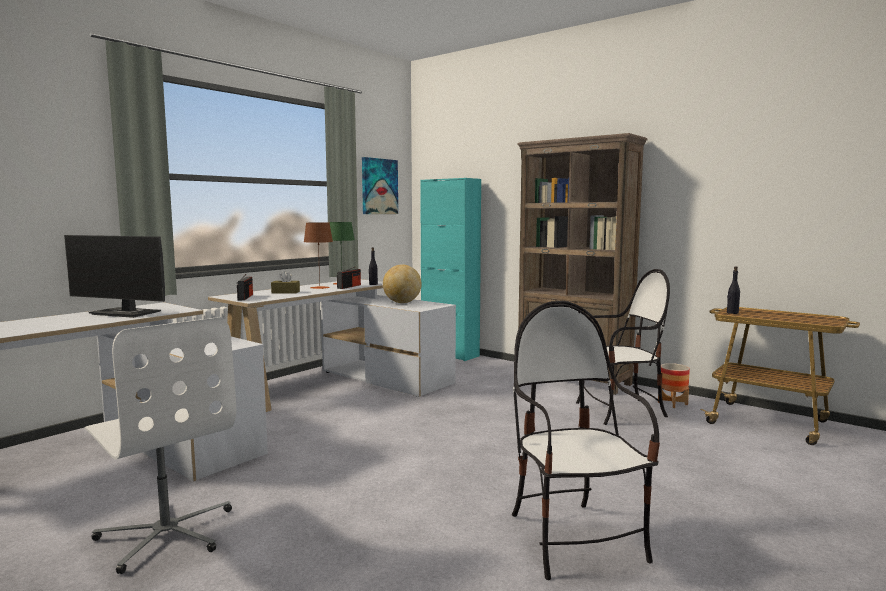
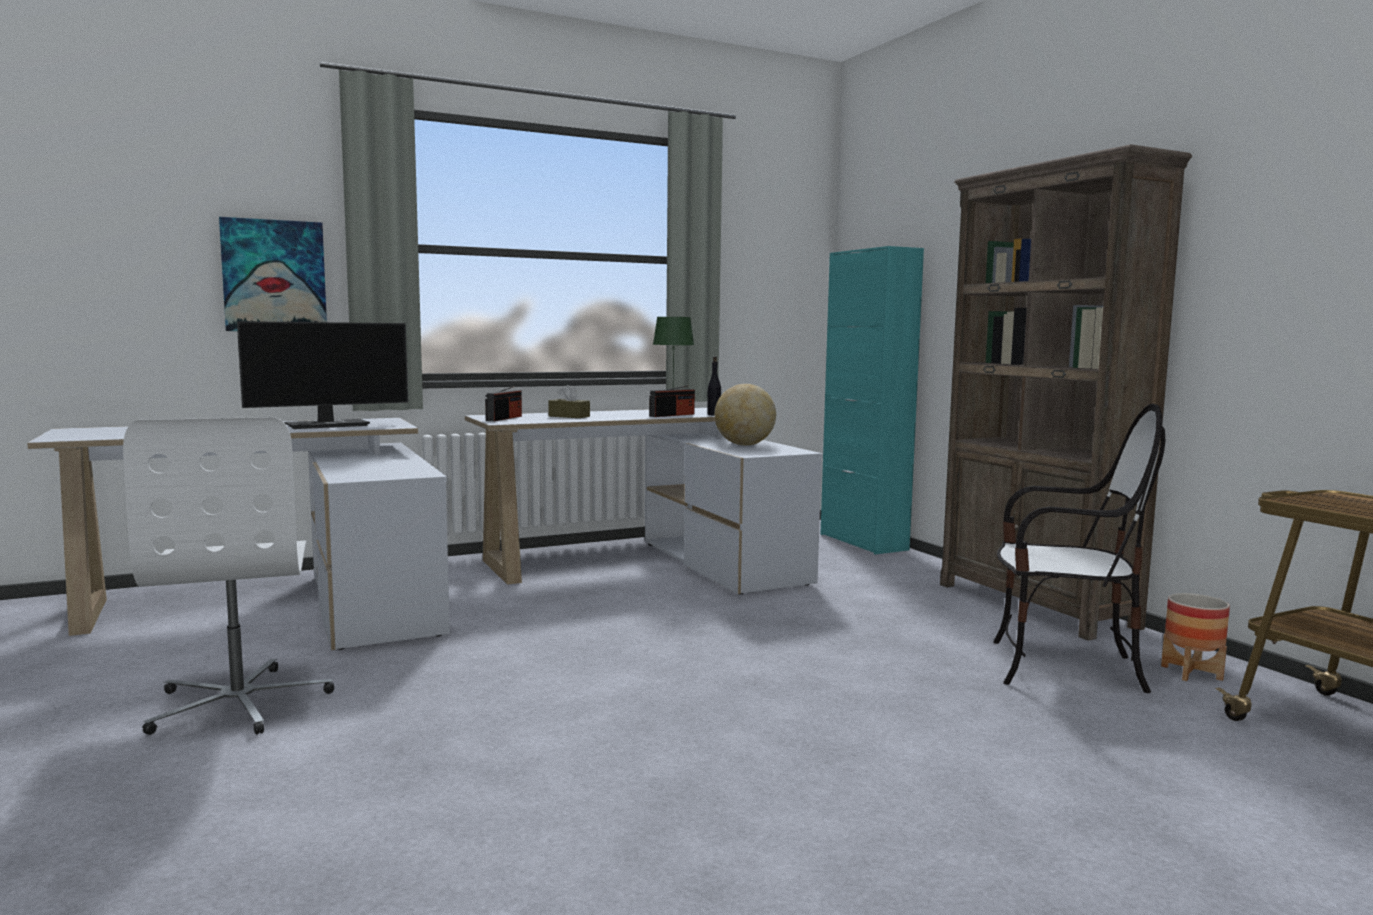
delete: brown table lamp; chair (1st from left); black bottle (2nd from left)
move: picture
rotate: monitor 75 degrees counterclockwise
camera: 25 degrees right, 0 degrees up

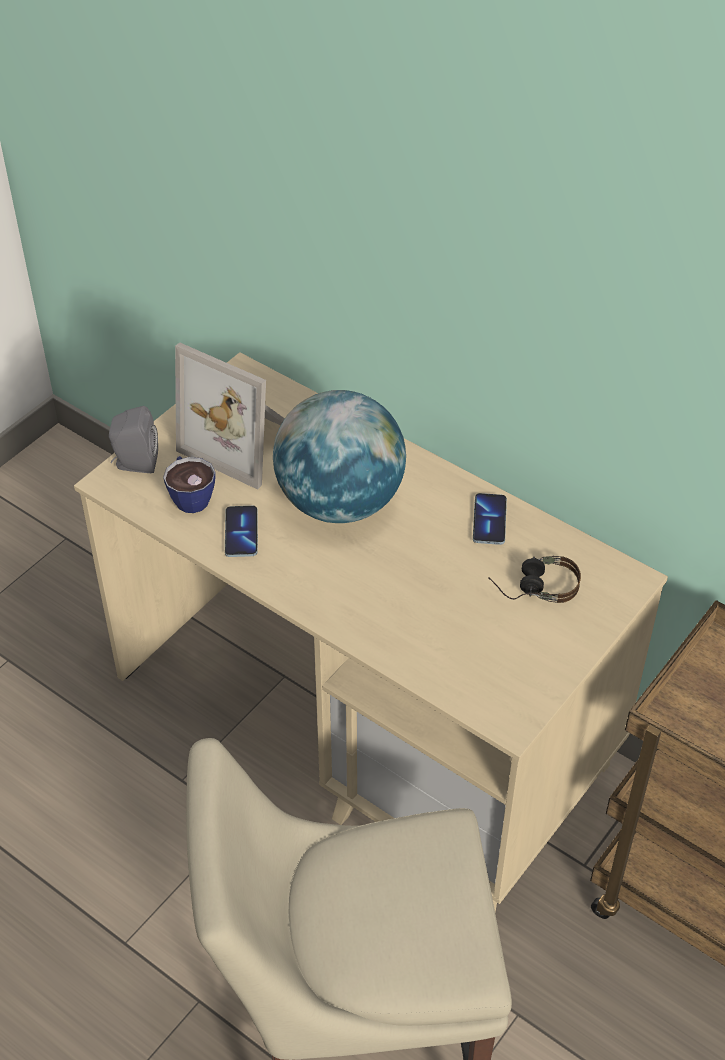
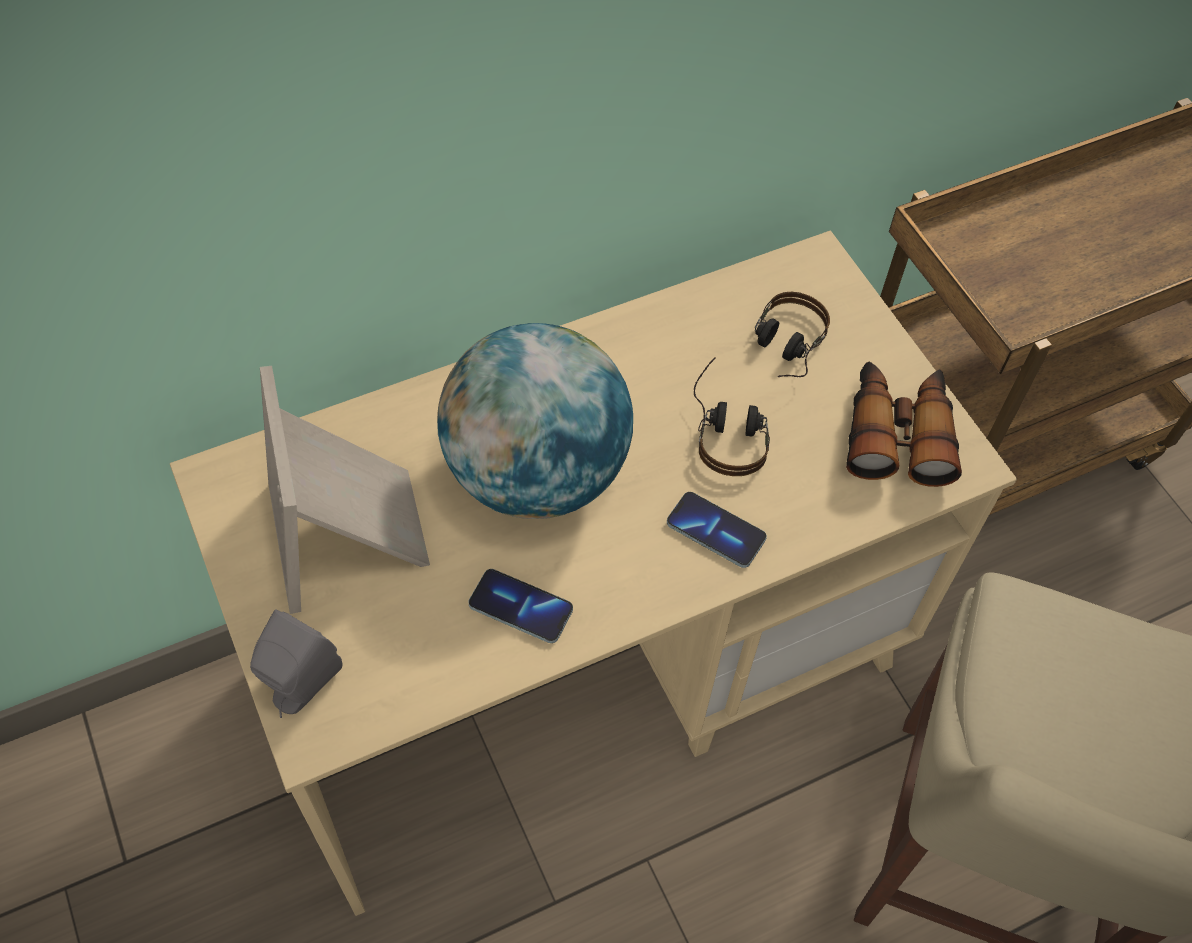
delete: cup
insert: headphones (1st from left); binoculars
move: phone (2nd from left)
rotate: picture frame 105 degrees clockwise
camera: 65 degrees left, 10 degrees up

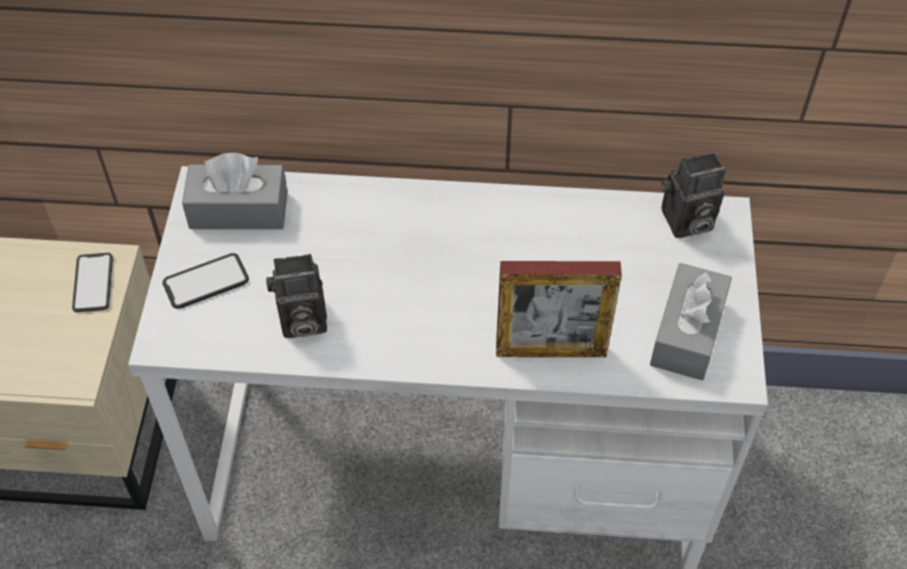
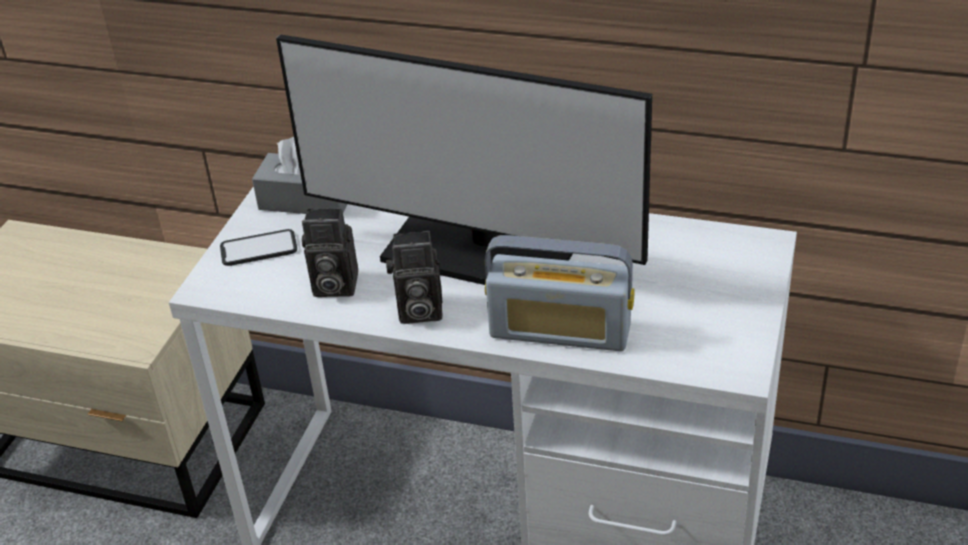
delete: phone (1st from left); grey tissue box (2nd from left)
insert: monitor
move: photo camera (2nd from left)
replace: picture frame to radio
camera: 15 degrees right, 15 degrees down

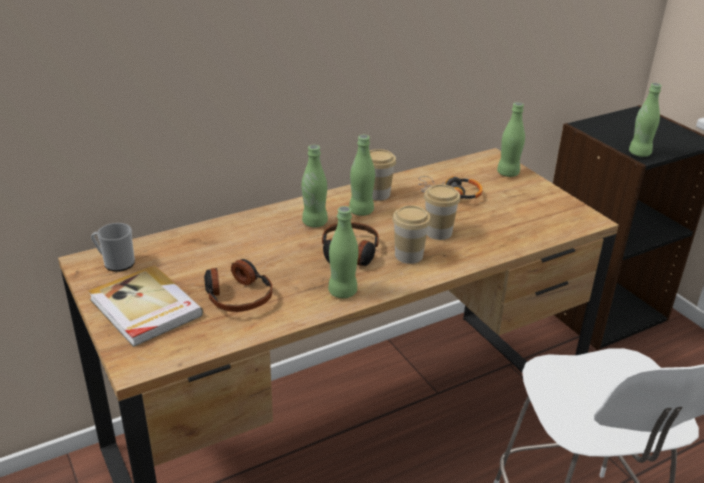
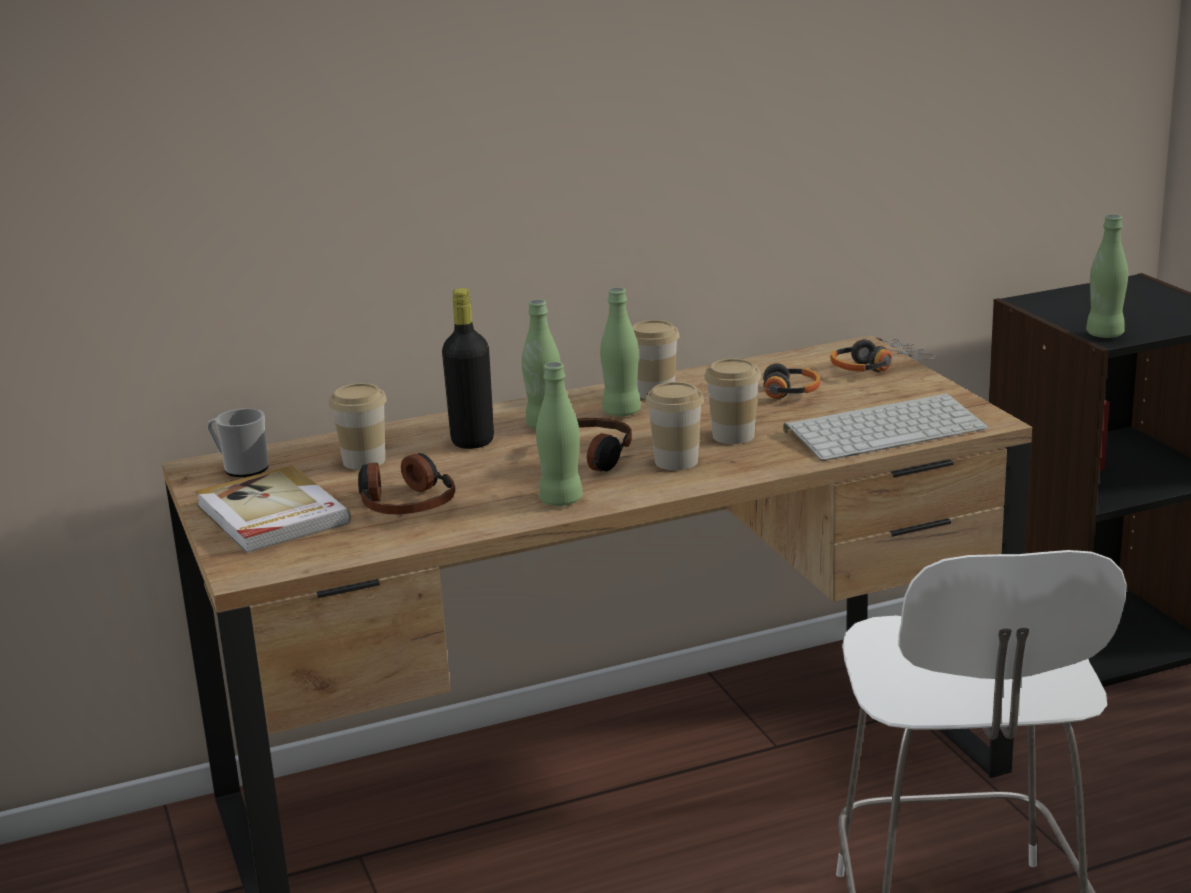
insert: cup (1st from left); black bottle; keyboard
replace: green bottle (4th from left) to headphones (4th from left)
camera: 10 degrees right, 10 degrees down

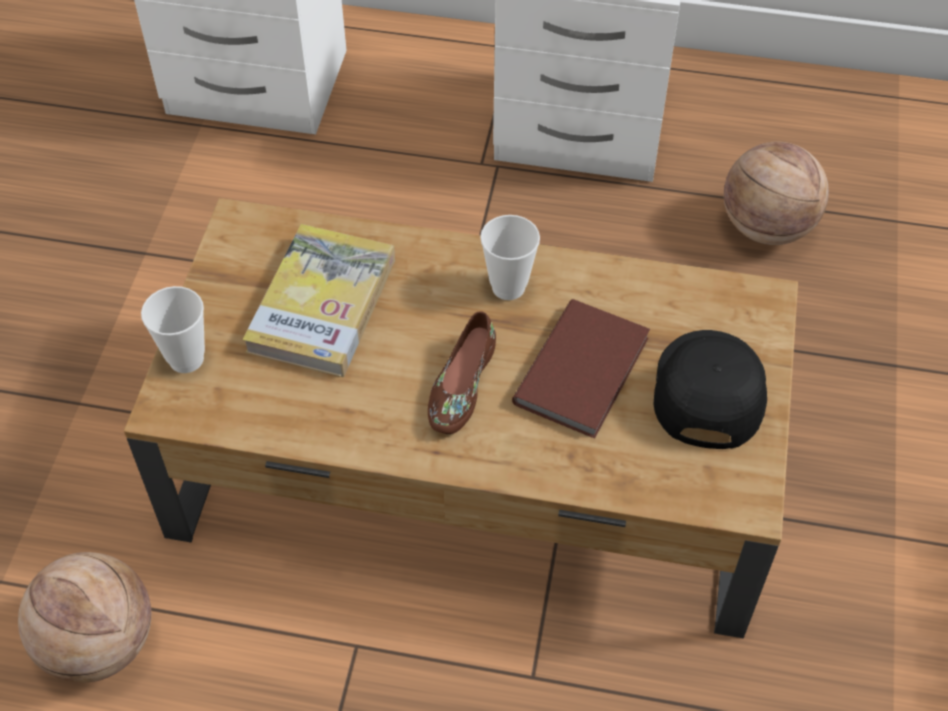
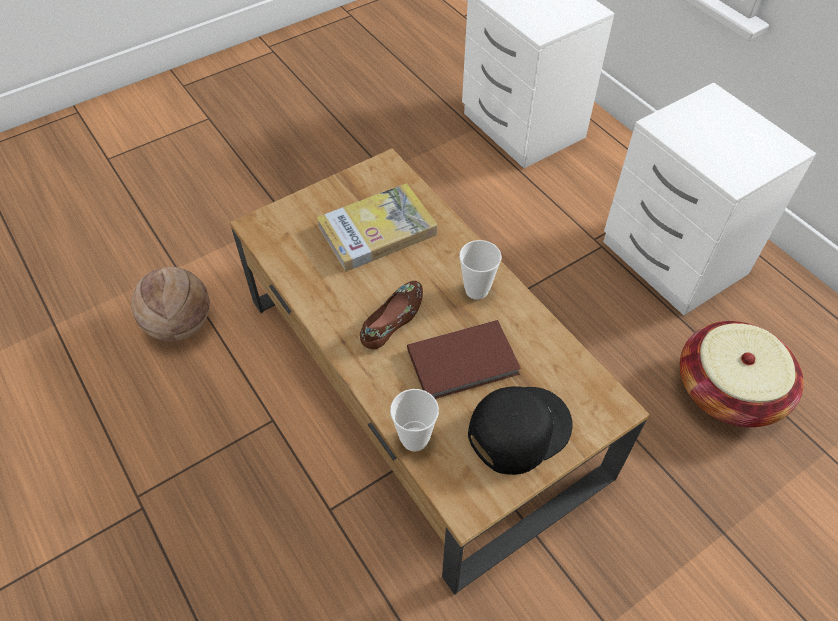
move: cup (1st from left)
replace: basketball (2nd from left) to basket
rotate: brown shoe 150 degrees clockwise
camera: 45 degrees right, 0 degrees up

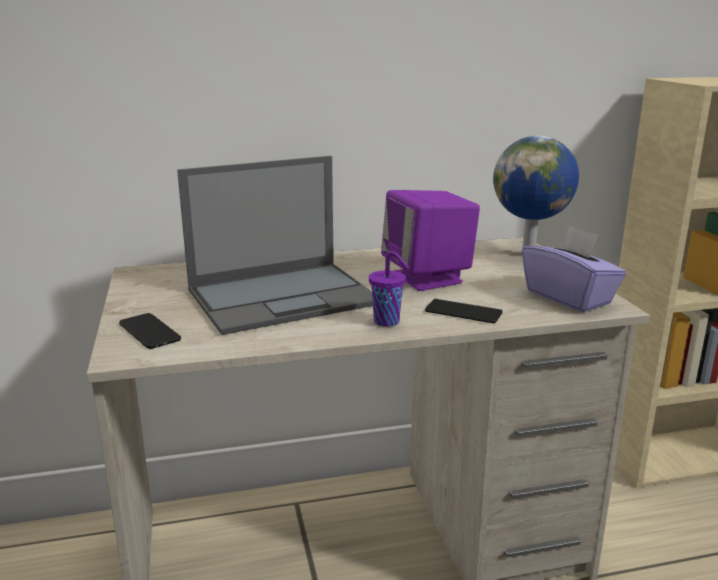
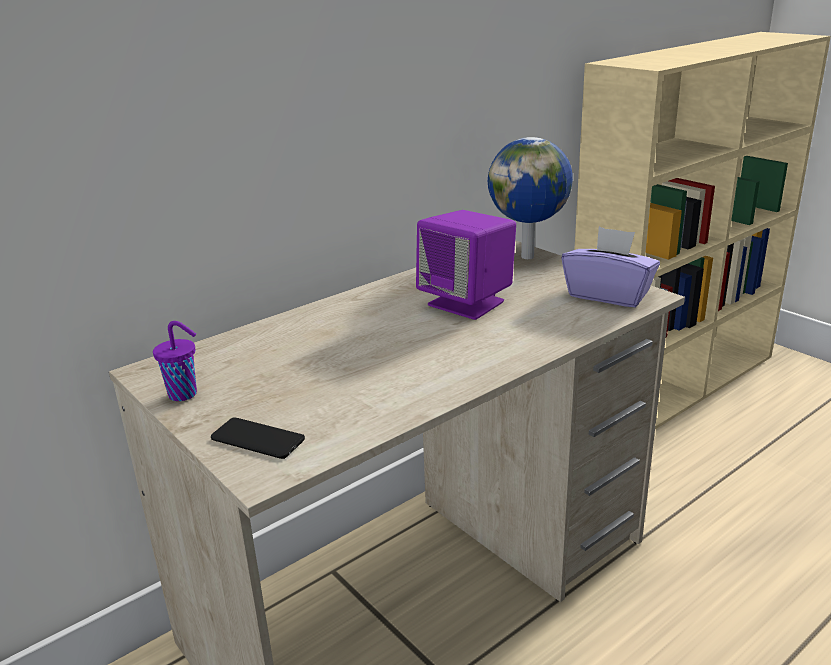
delete: laptop; phone (2nd from left)
move: purple cup
camera: 25 degrees left, 5 degrees up

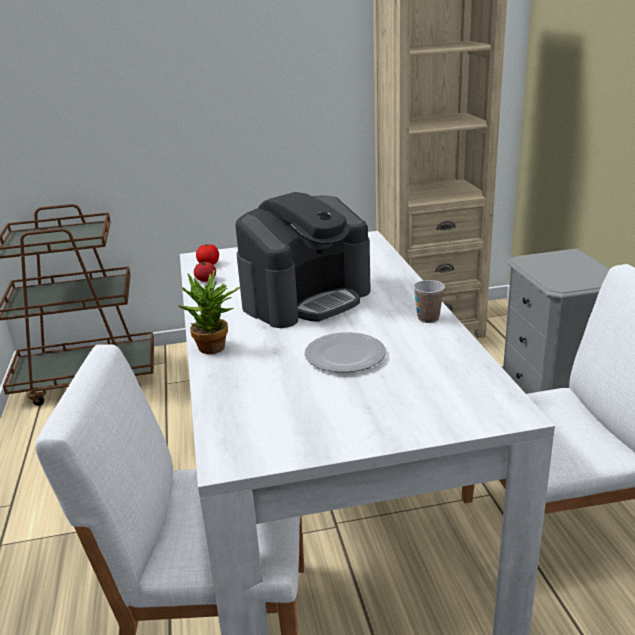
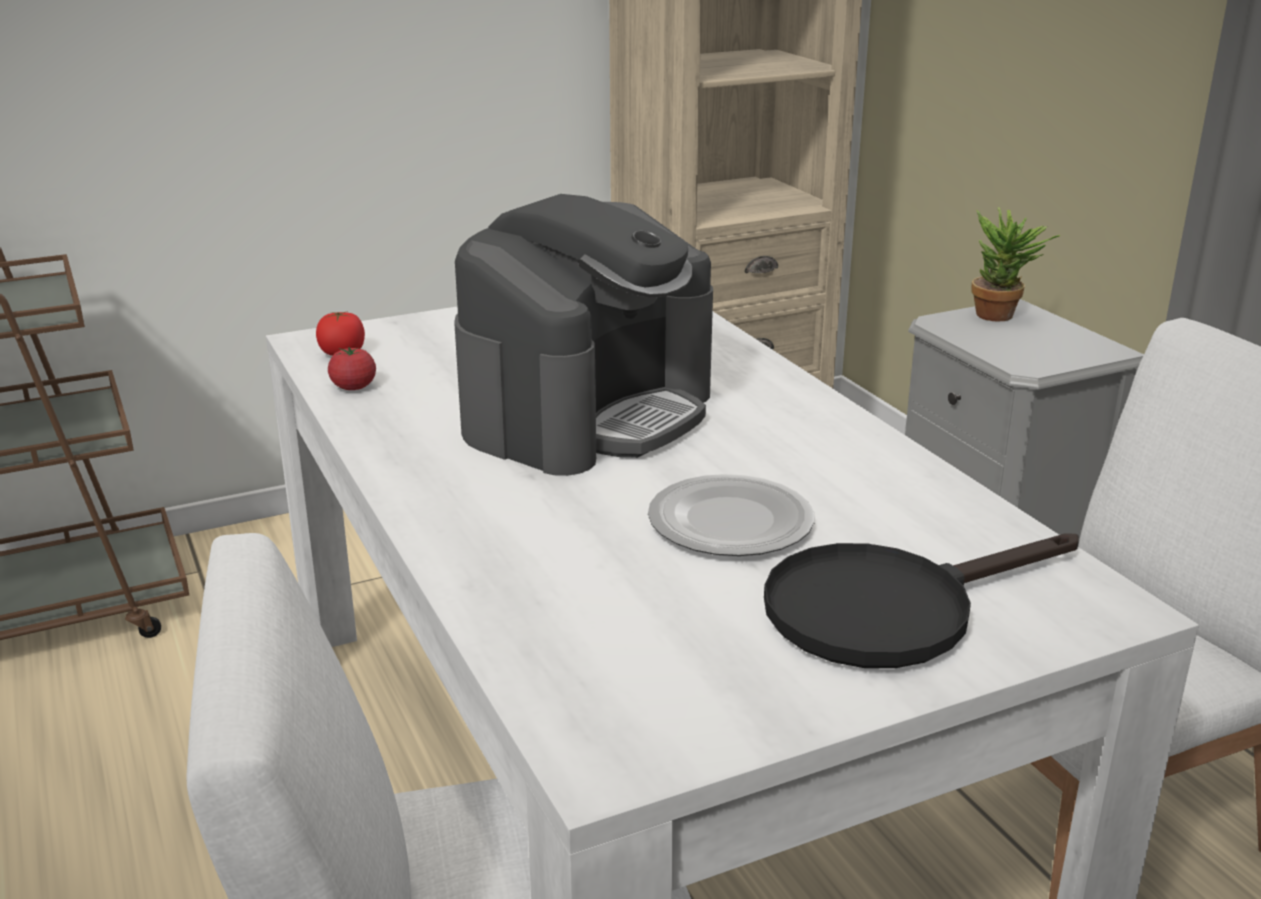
delete: cup
insert: black frying pan
move: potted plant
camera: 15 degrees left, 0 degrees up

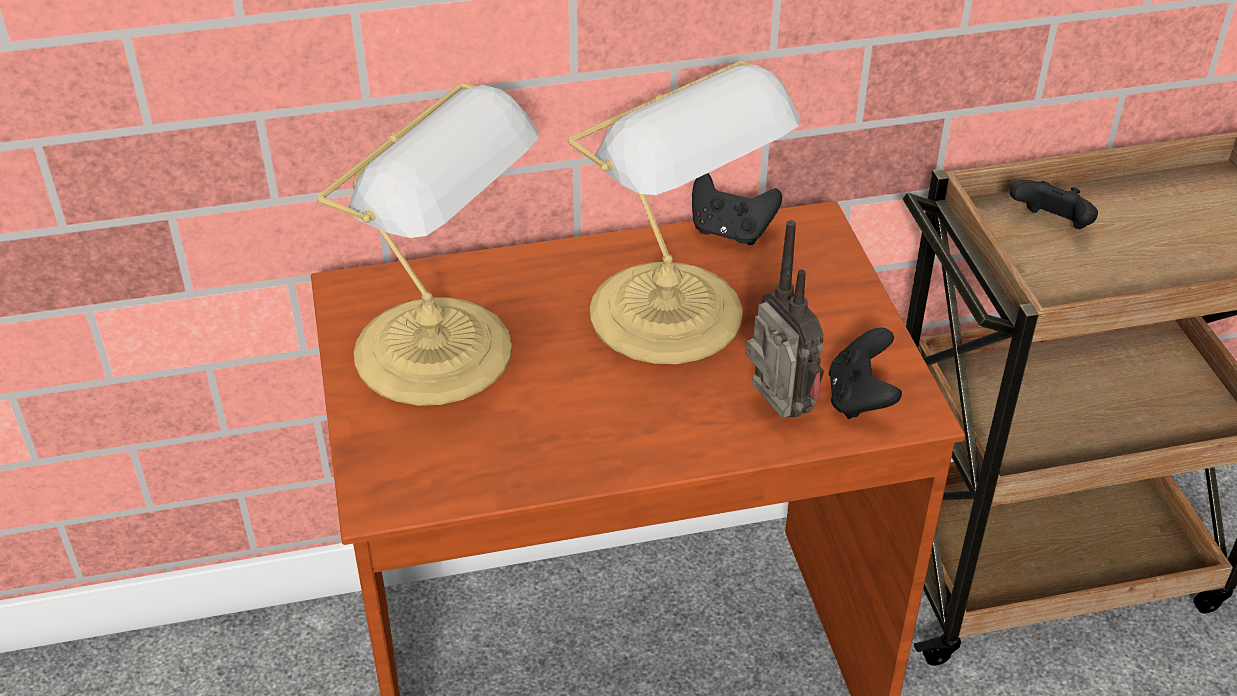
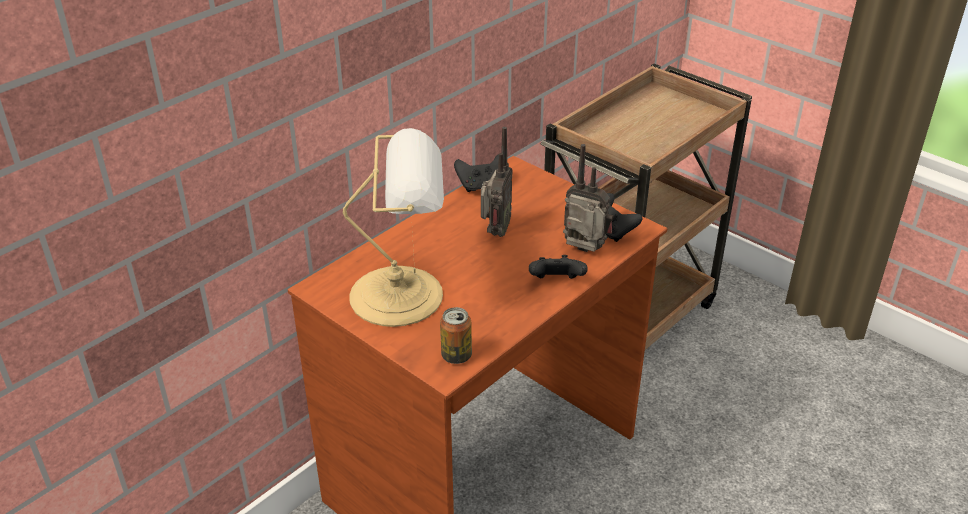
insert: can
move: black game controller (3rd from left in the first image) to black game controller (2nd from left)
replace: table lamp (2nd from left) to radio (1st from left)
camera: 35 degrees left, 5 degrees down

